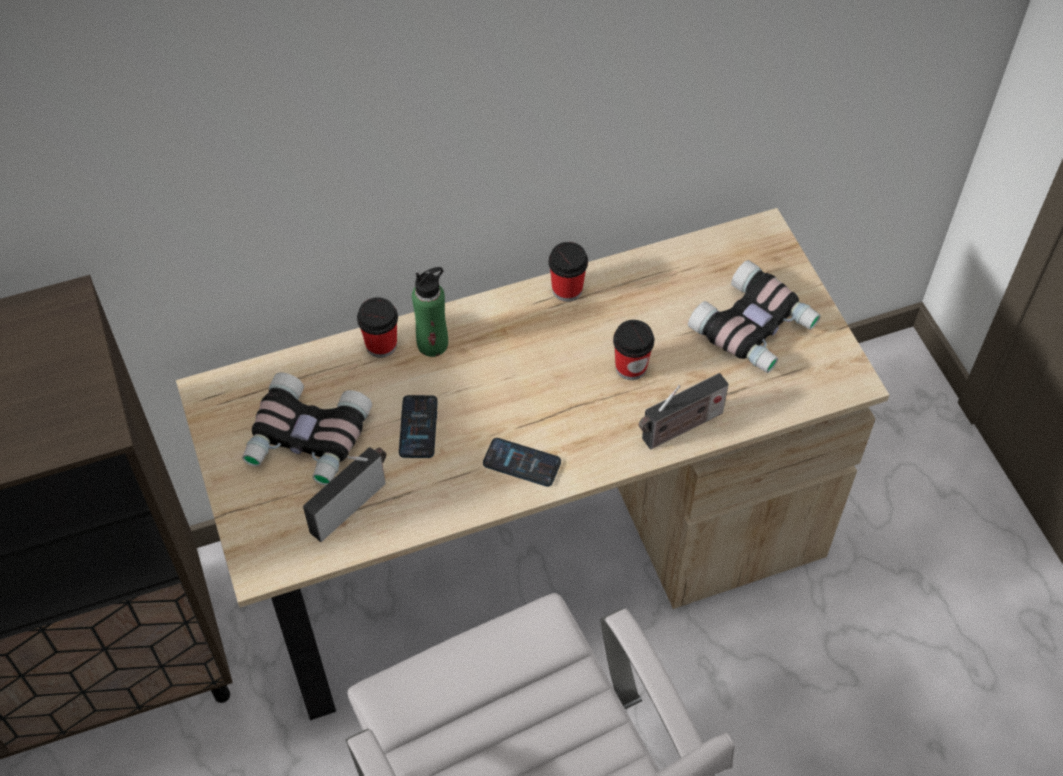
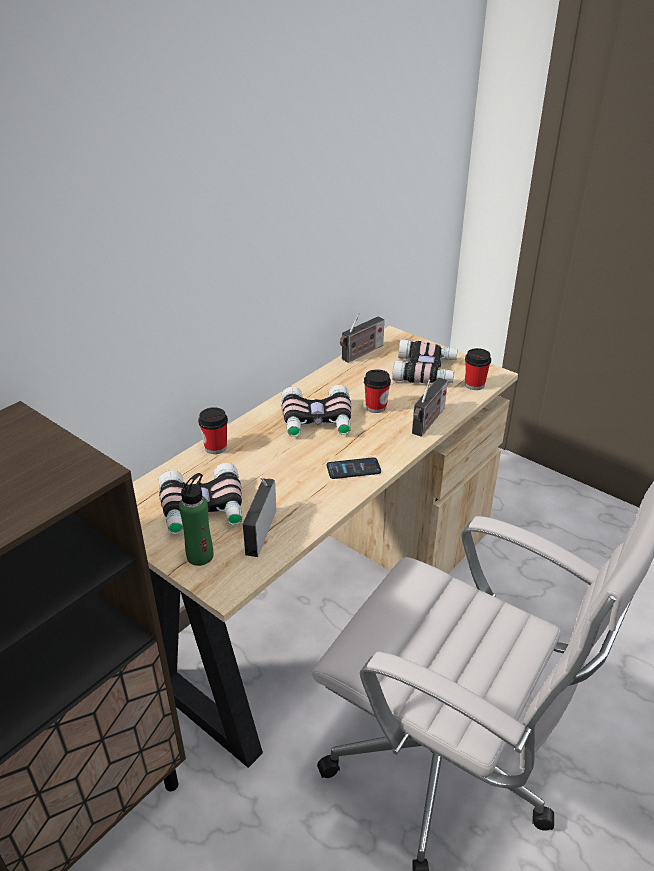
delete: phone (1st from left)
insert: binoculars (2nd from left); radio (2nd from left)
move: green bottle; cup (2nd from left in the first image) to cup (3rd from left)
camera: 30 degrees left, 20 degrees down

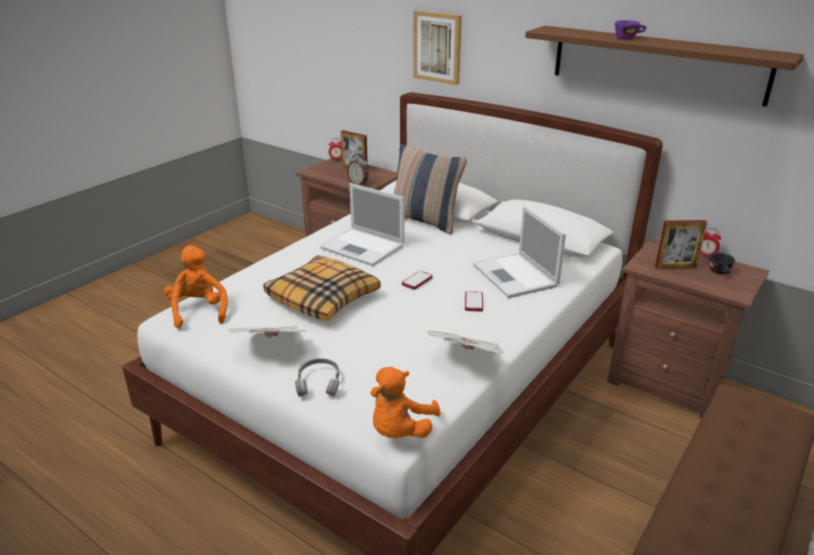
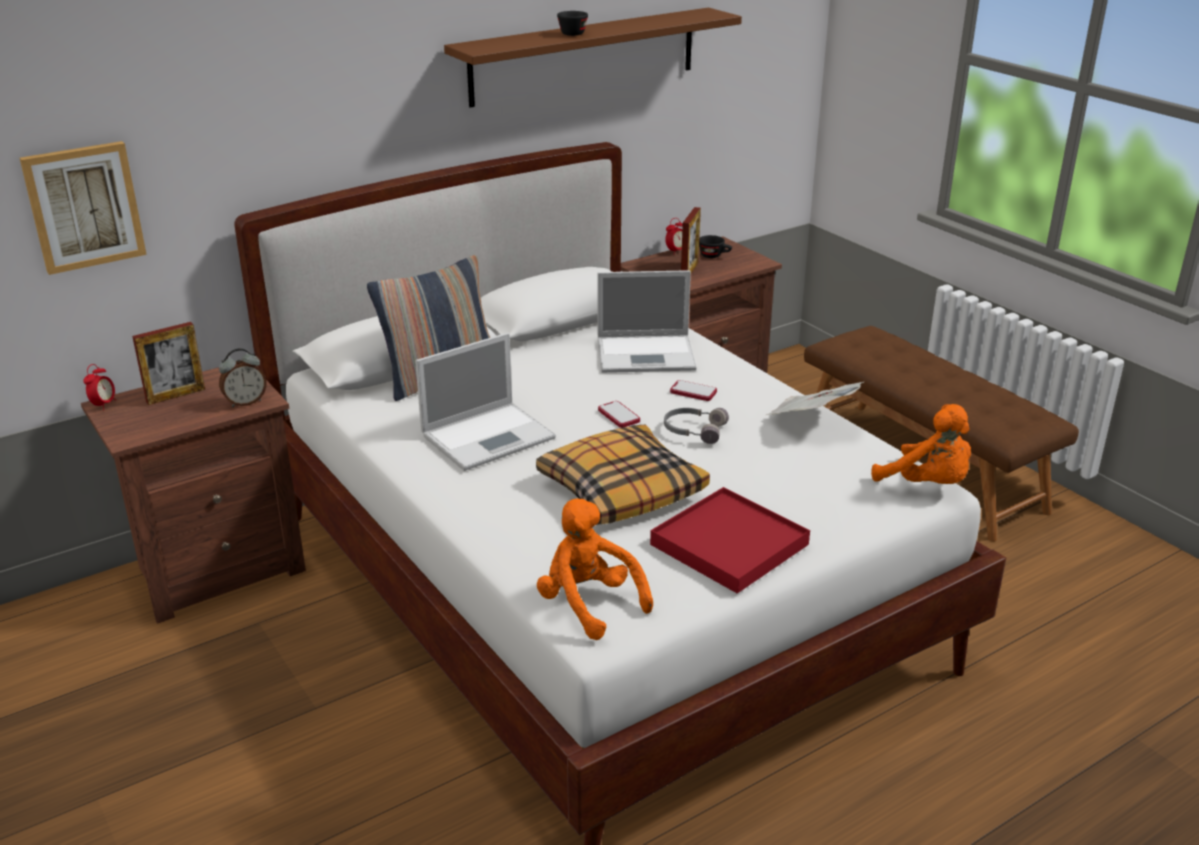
move: grey headphones; picture
replace: newspaper (1st from left) to red tray
recolor: purple cup to black cup (1st from left)
rotate: orange plush toy (1st from left) 45 degrees clockwise
camera: 70 degrees left, 0 degrees up

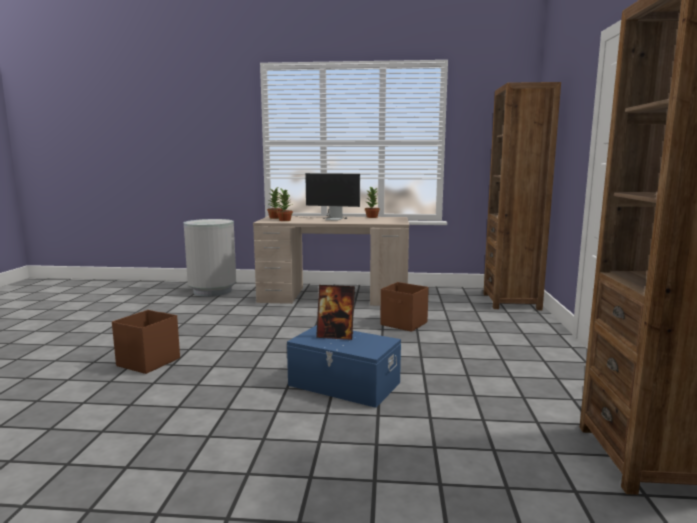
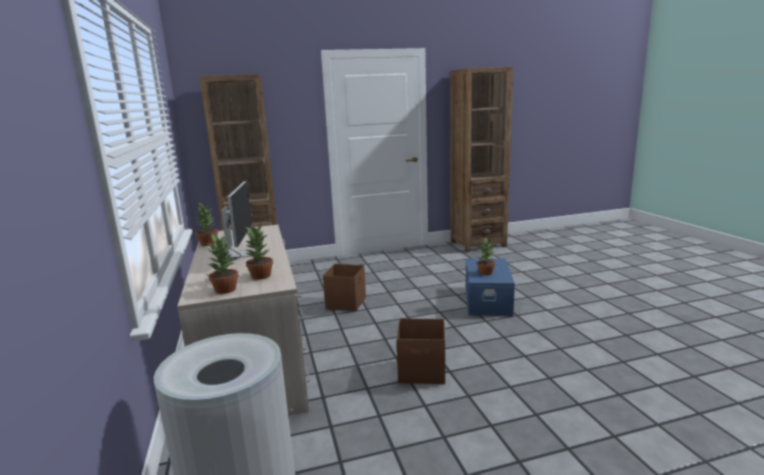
move: brown storage box (1st from left in the first image) to brown storage box (2nd from left)
replace: picture frame to potted plant (4th from left)
camera: 110 degrees left, 5 degrees up

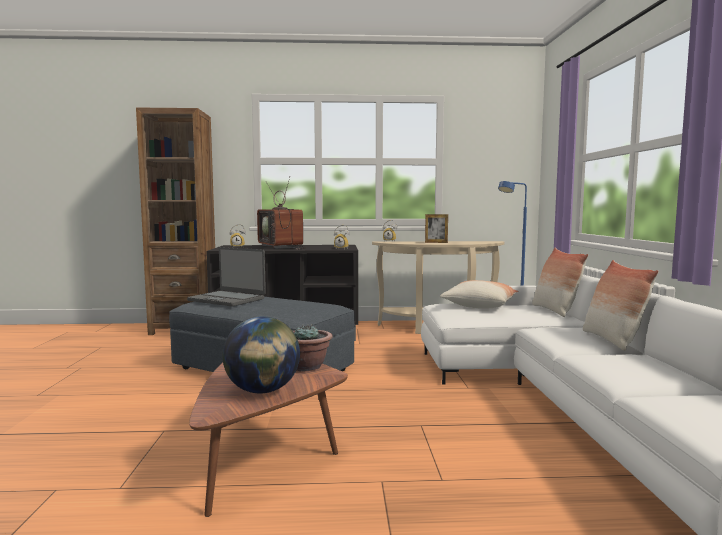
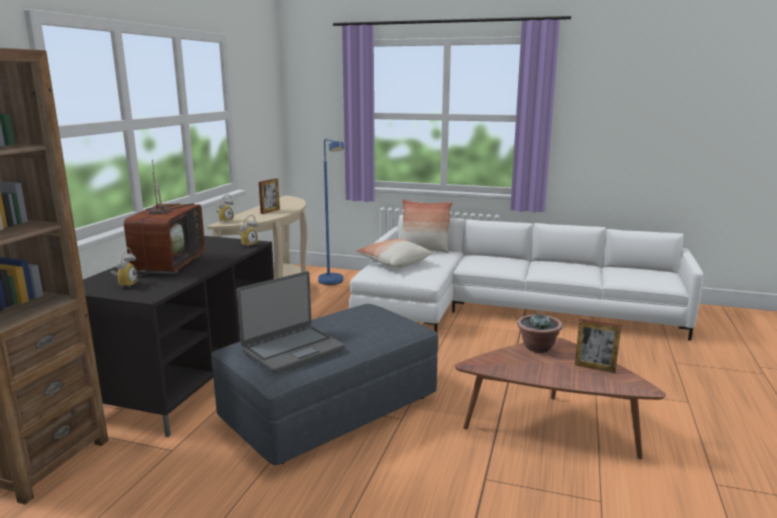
delete: pillow (3rd from left)
replace: globe to picture frame (2nd from left)
rotate: television 75 degrees counterclockwise
camera: 70 degrees left, 10 degrees up

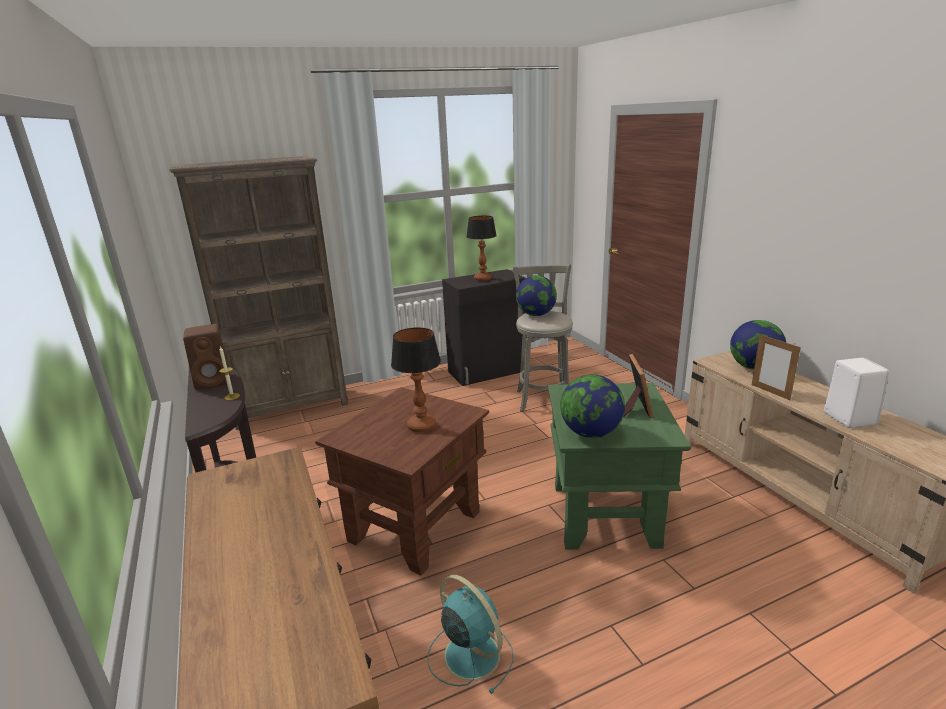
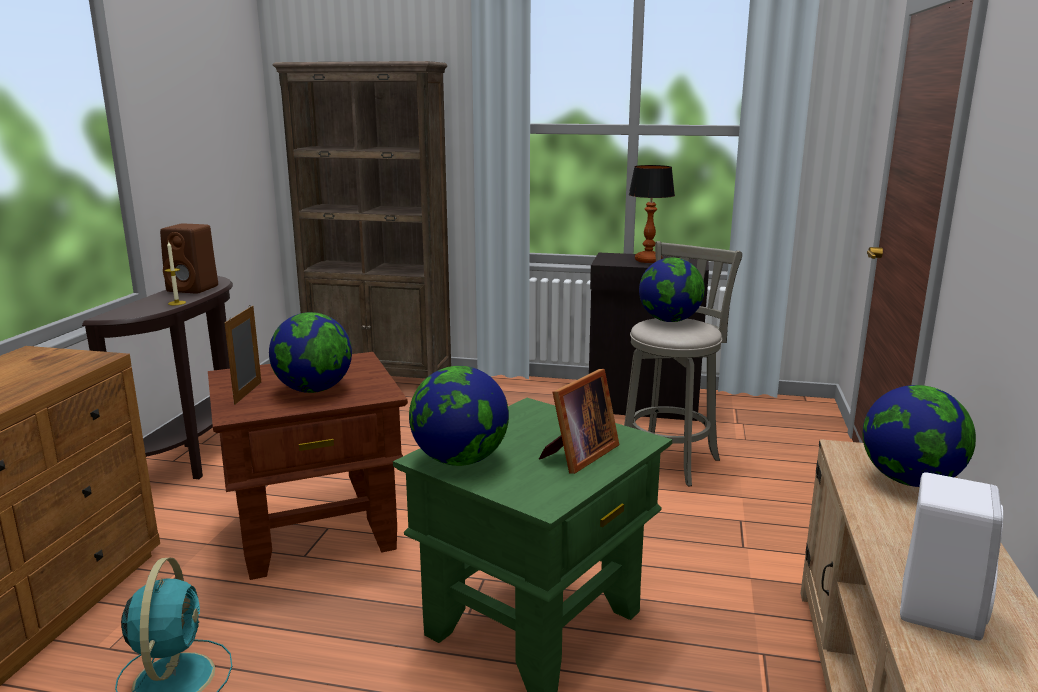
move: picture frame (2nd from left in the first image) to picture frame (1st from left)
replace: table lamp (1st from left) to globe (1st from left)
camera: 35 degrees right, 5 degrees down

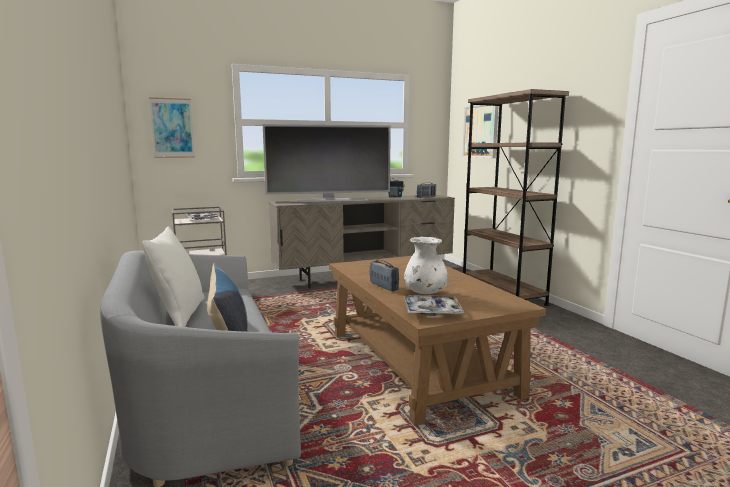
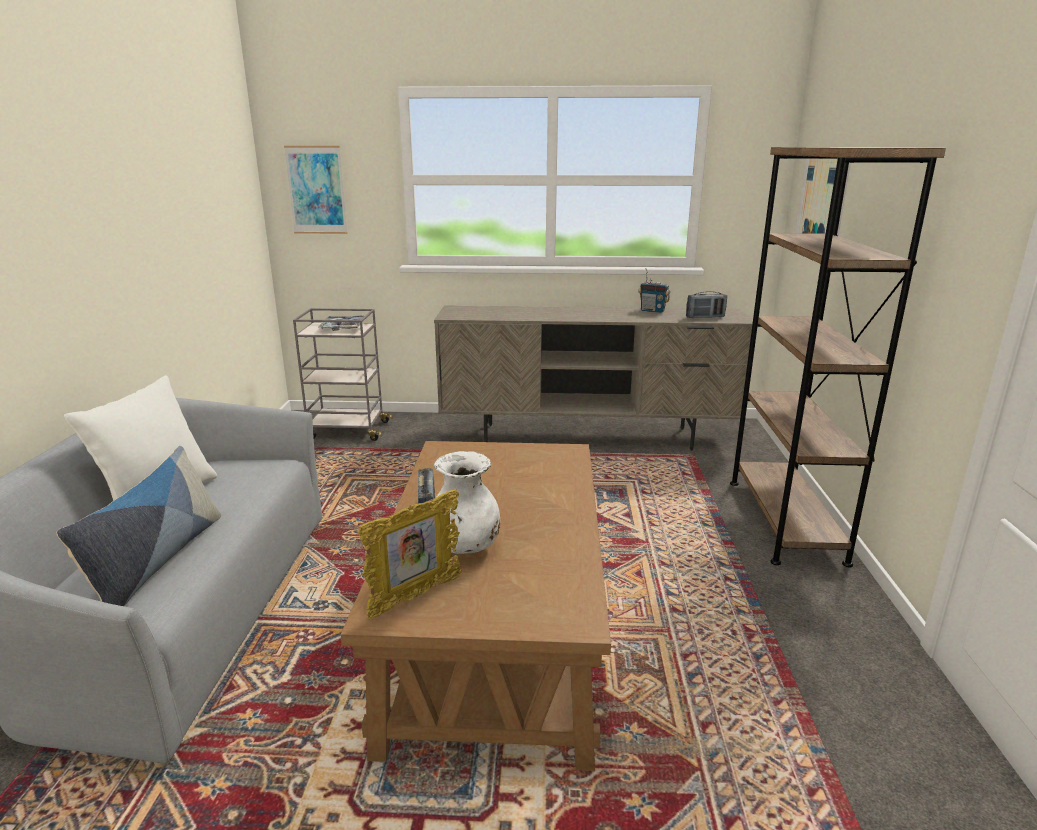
delete: television
replace: tray (2nd from left) to picture frame
camera: 25 degrees right, 10 degrees up

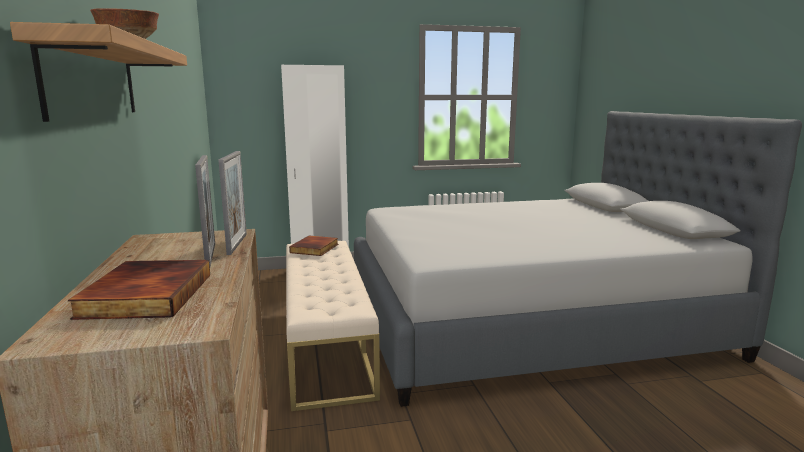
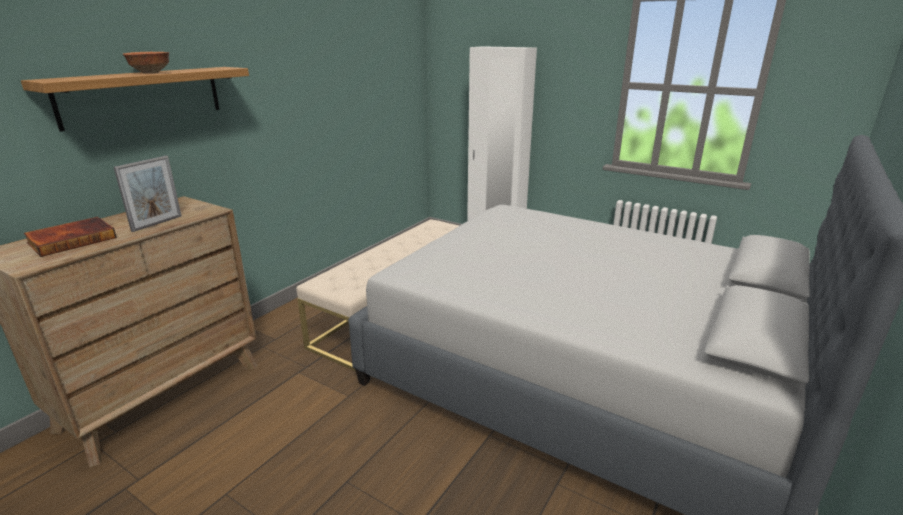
delete: picture frame (2nd from left); book (2nd from left)
camera: 45 degrees right, 10 degrees up

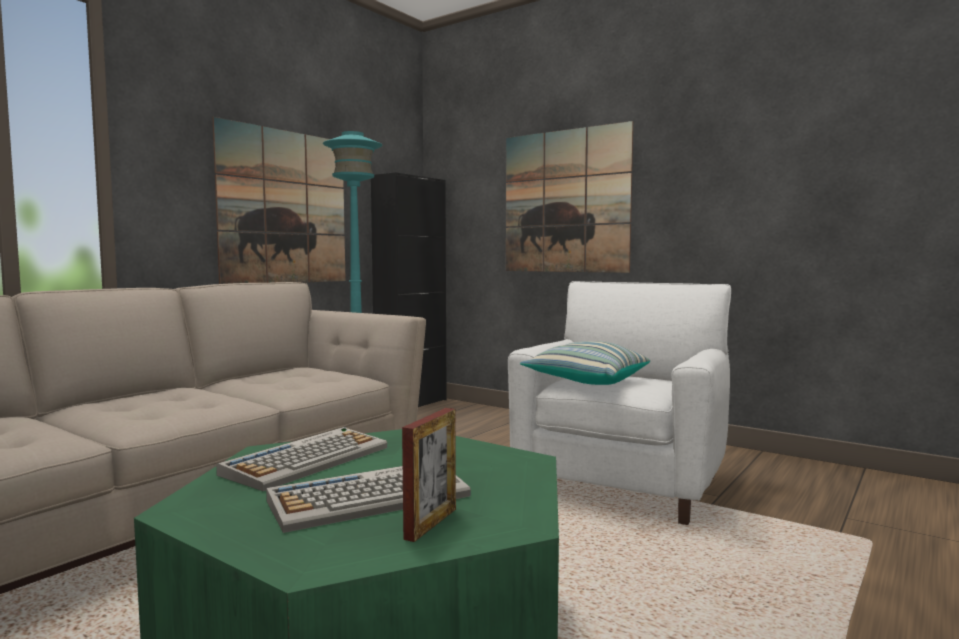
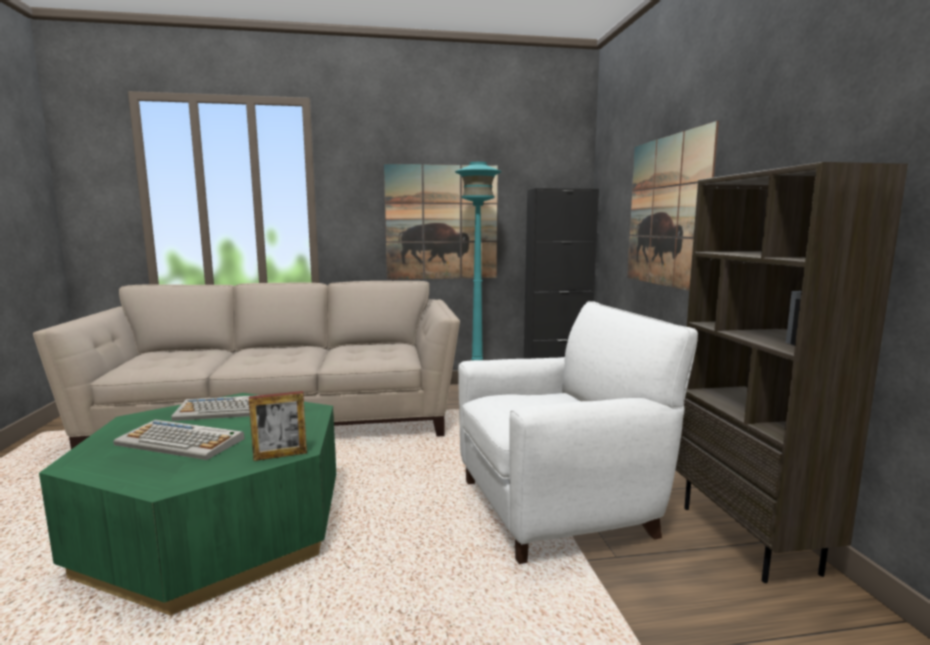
delete: pillow
insert: brown bookcase
move: picture frame
camera: 45 degrees right, 5 degrees up

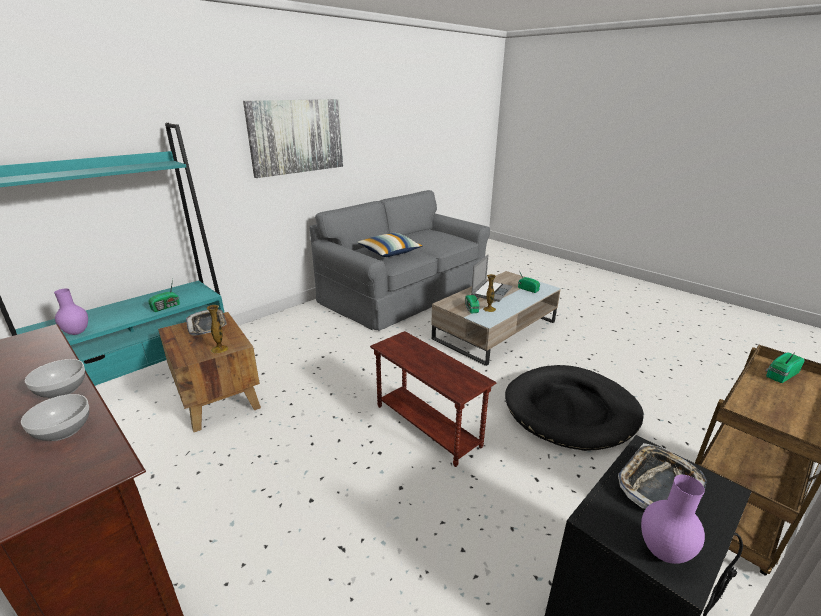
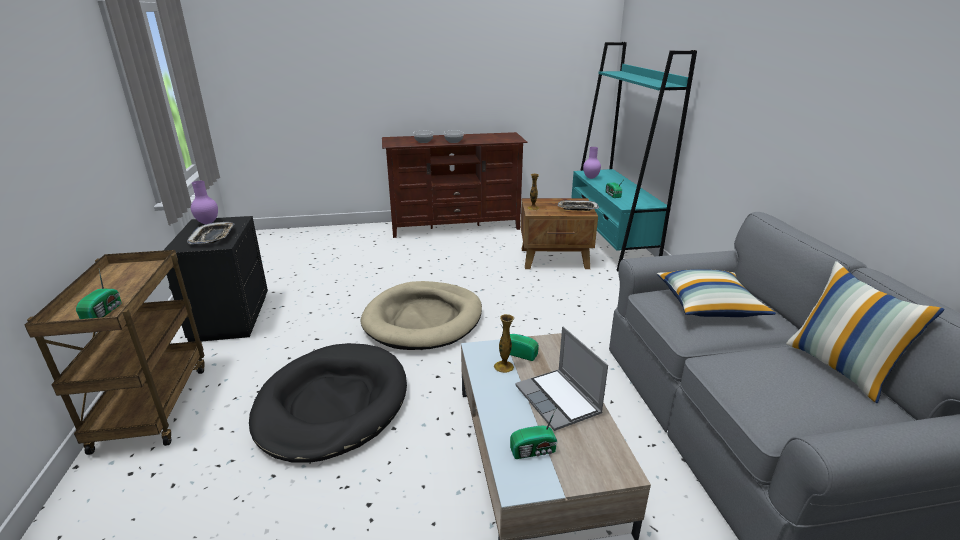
delete: picture
insert: pillow (2nd from left)
replace: brown side table (2nd from left) to beige dog bed
camera: 125 degrees right, 0 degrees up

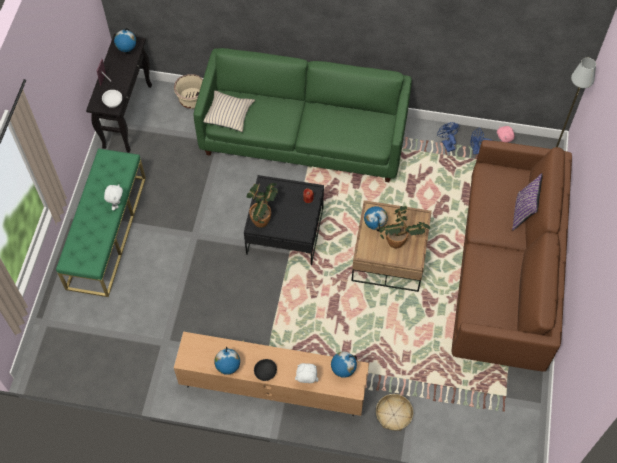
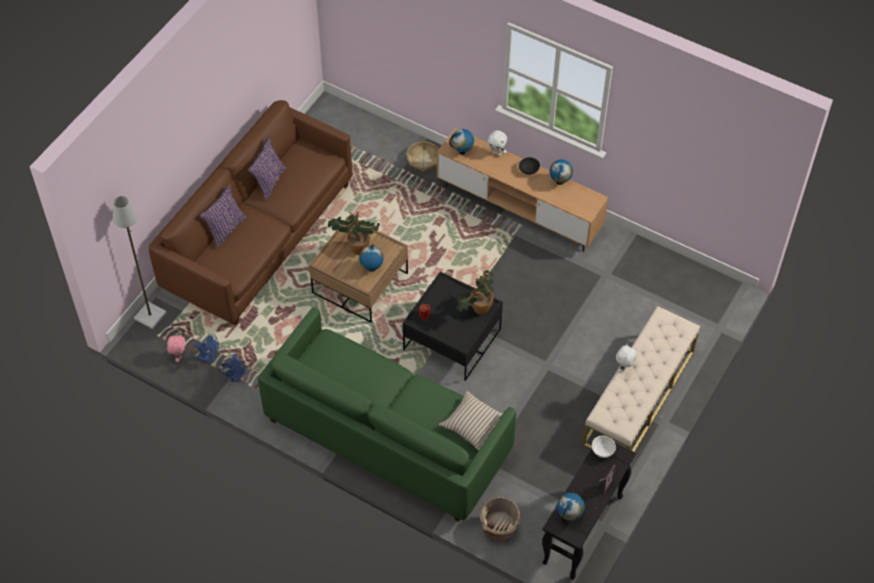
insert: purple pillow (2nd from left)
recolor: green bench to beige bench
camera: 160 degrees left, 5 degrees down

